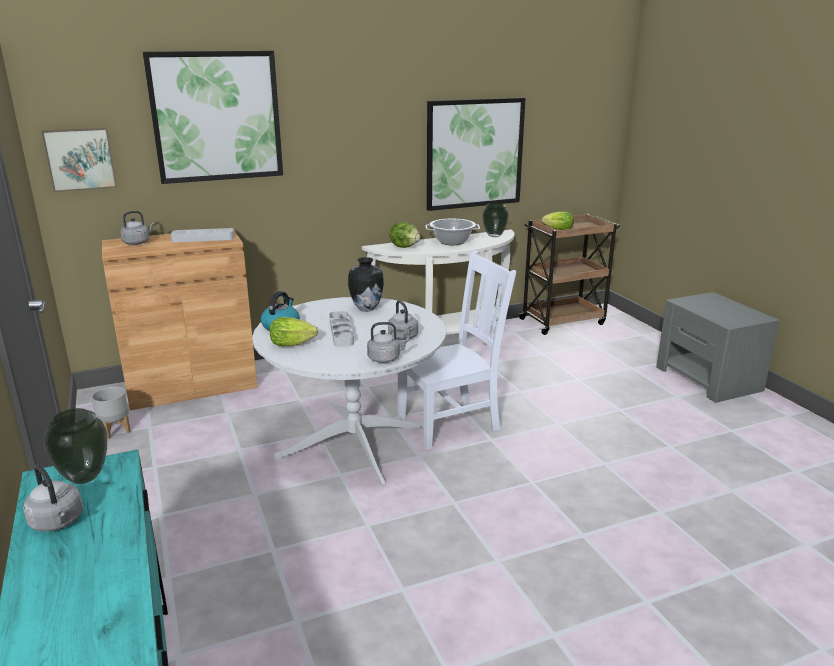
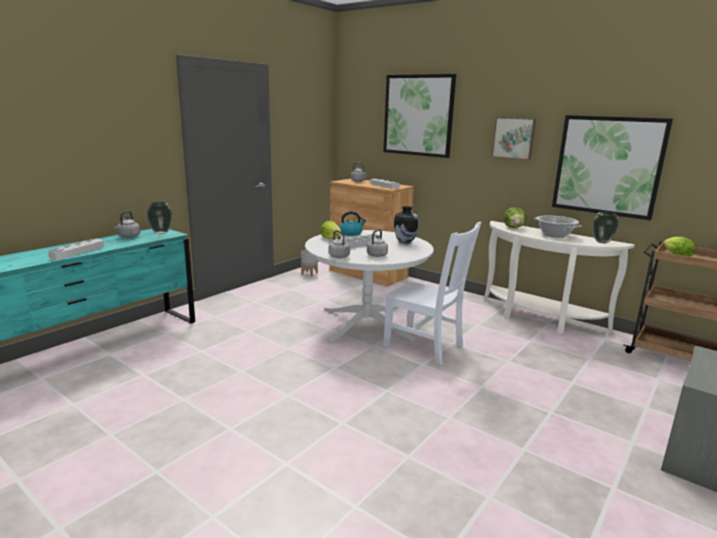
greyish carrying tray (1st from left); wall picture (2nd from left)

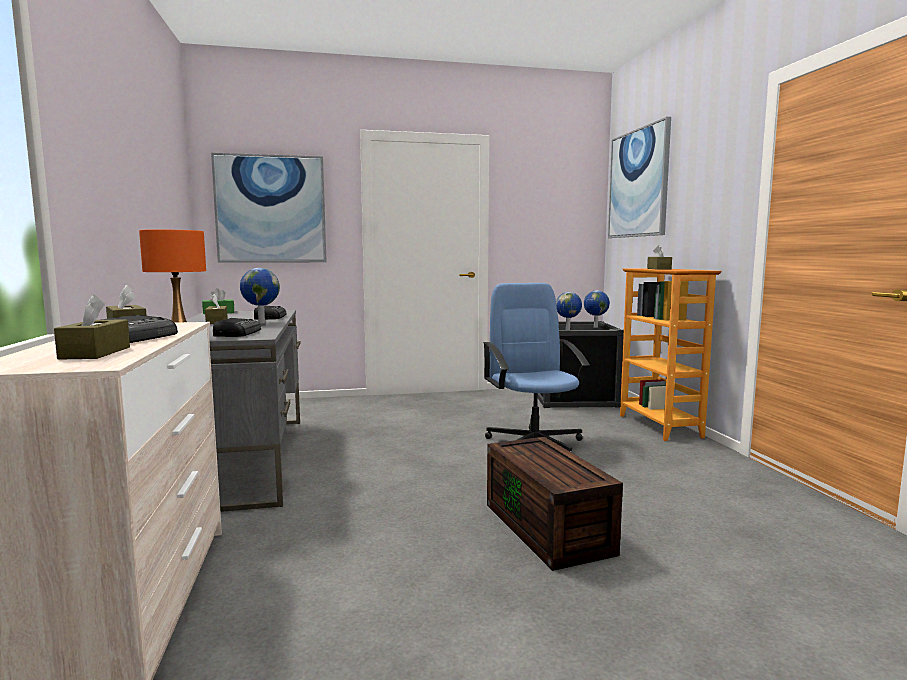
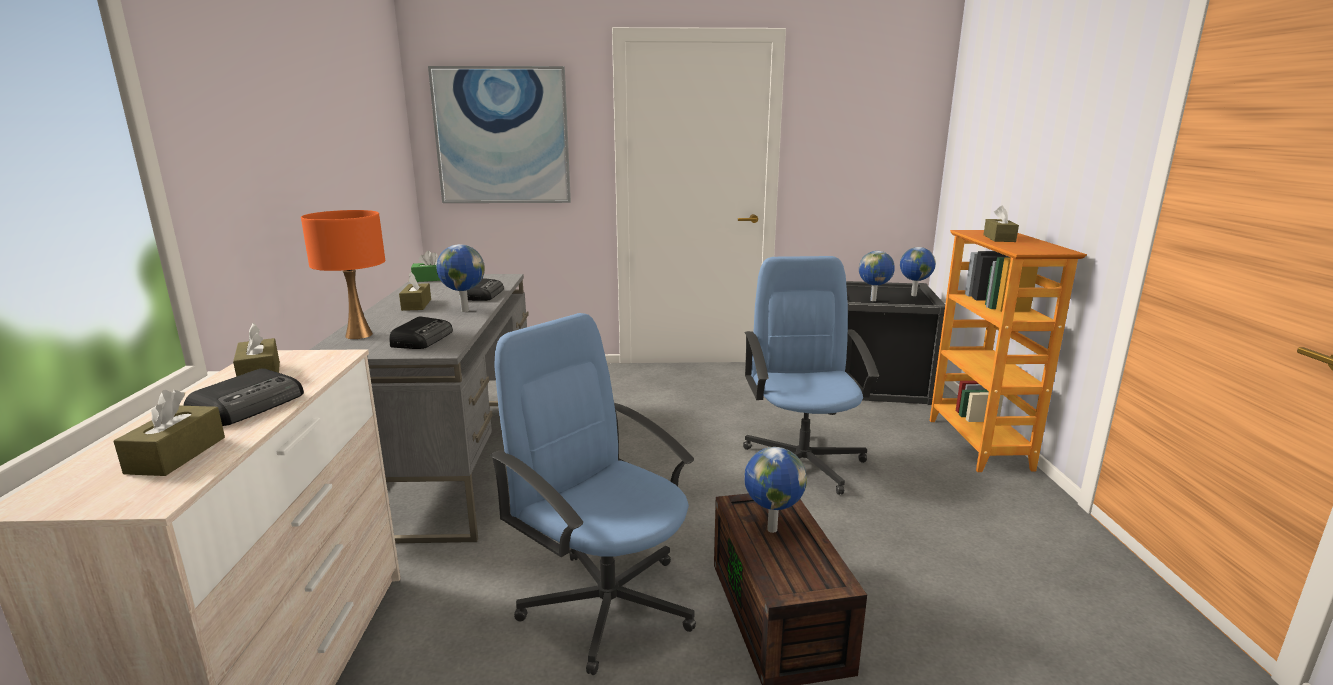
blue office chair (1st from left); globe (2nd from left); wall picture (2nd from left in the first image)

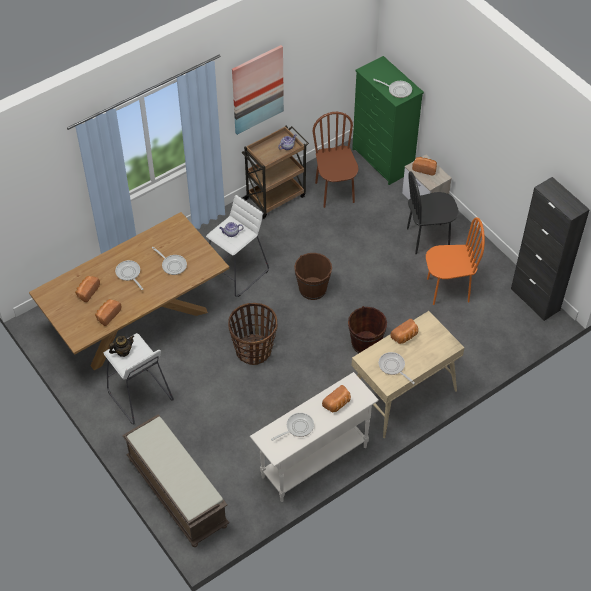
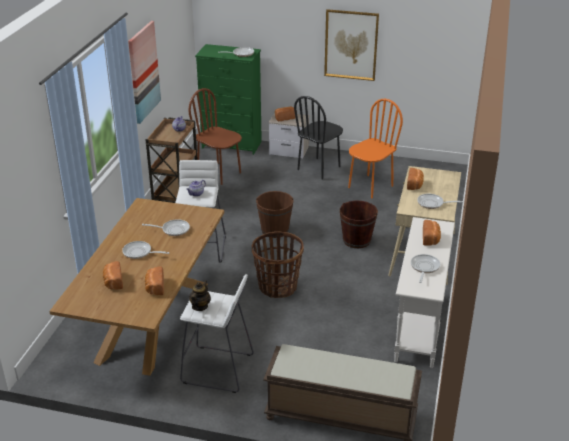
wall picture (2nd from left); blackish storage cabinet

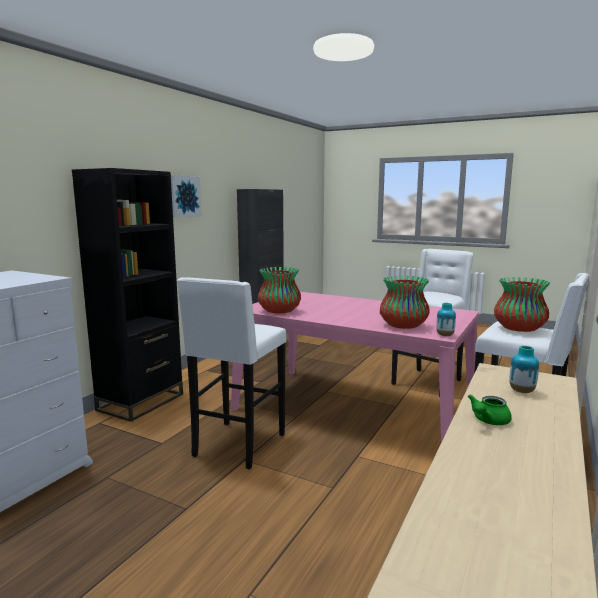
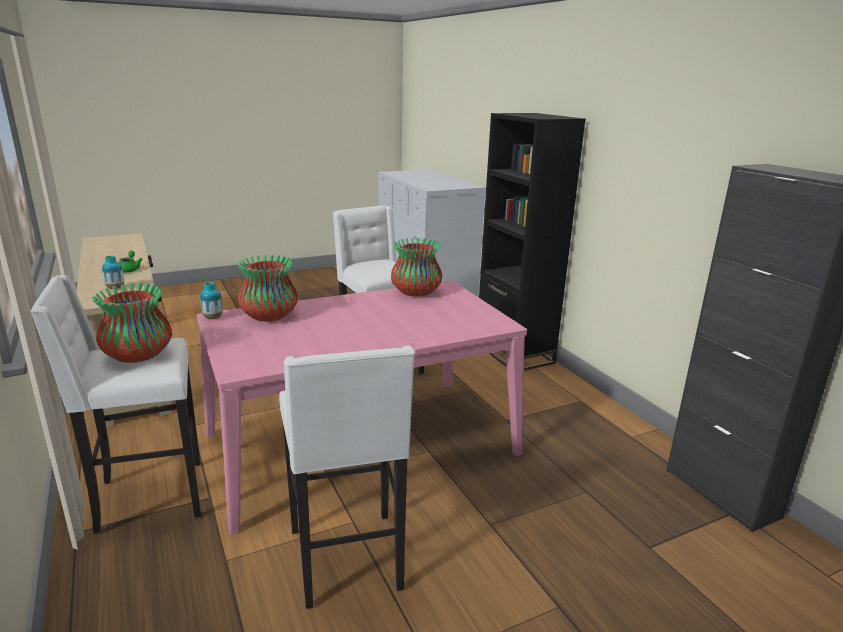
wall picture

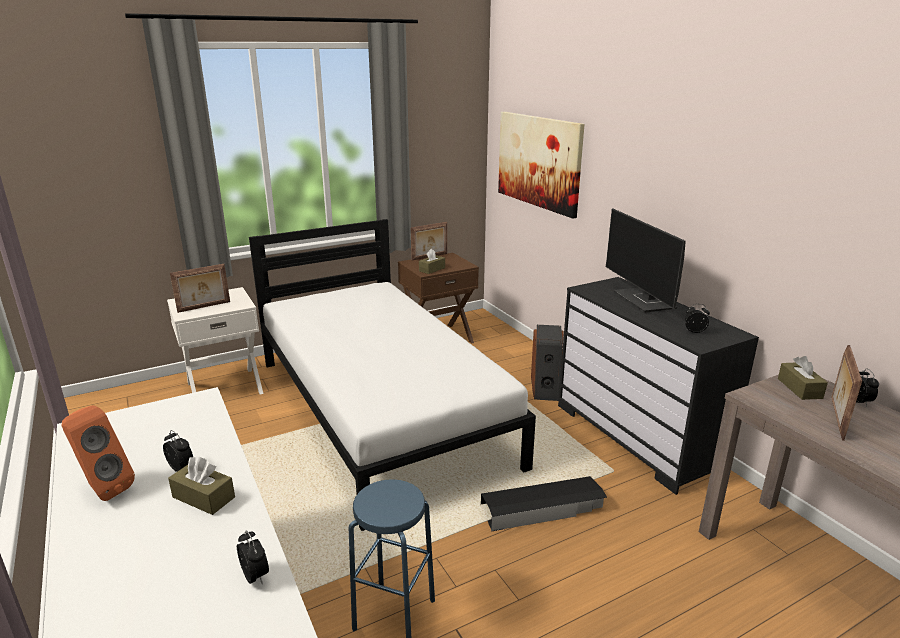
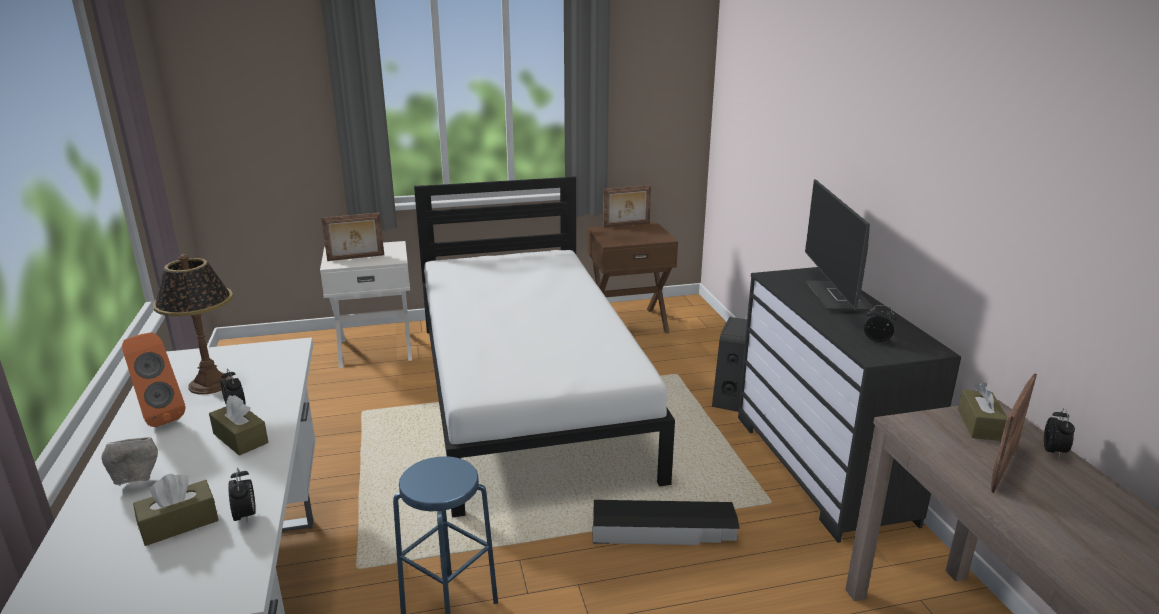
greyish bowl; brown box of tissues (1st from left); tabletop lamp; wall picture

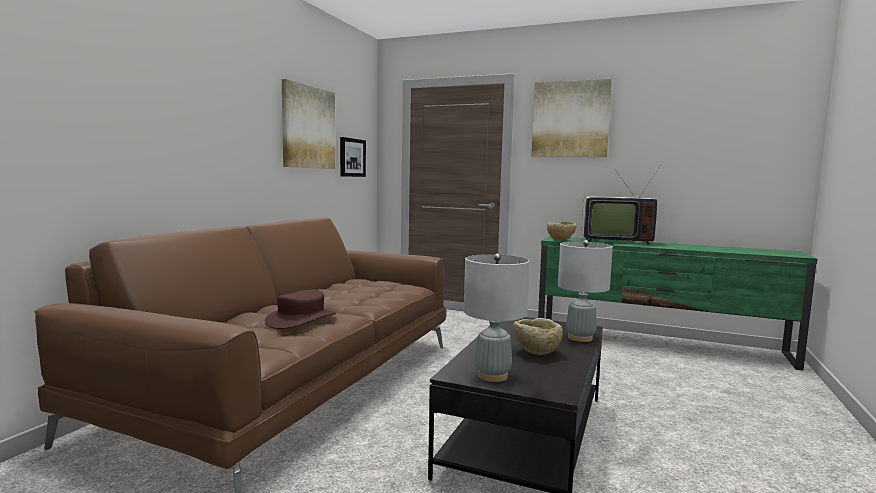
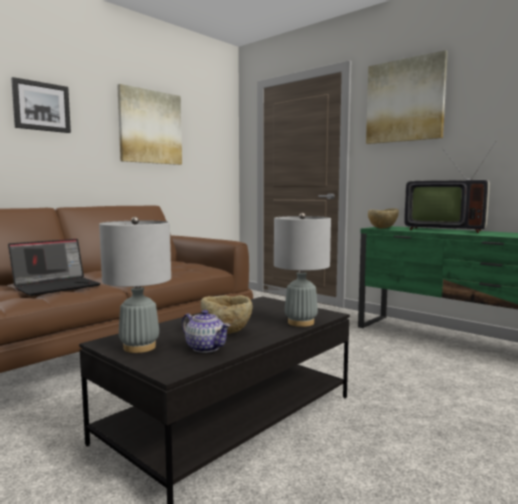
laptop; wall picture (1st from left); tea pot

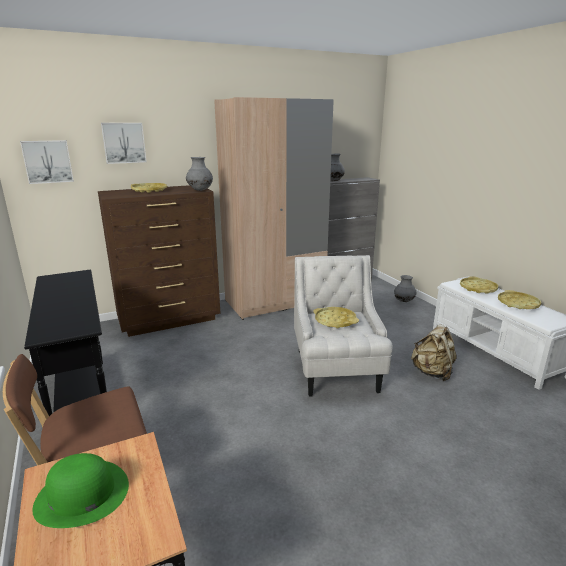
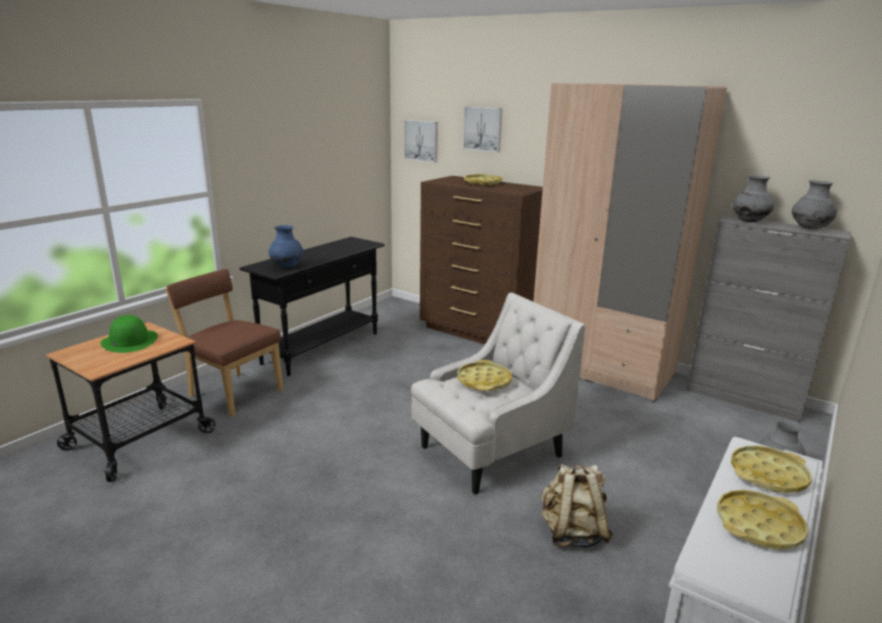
blue flower vase; greyish flower vase (3rd from left)

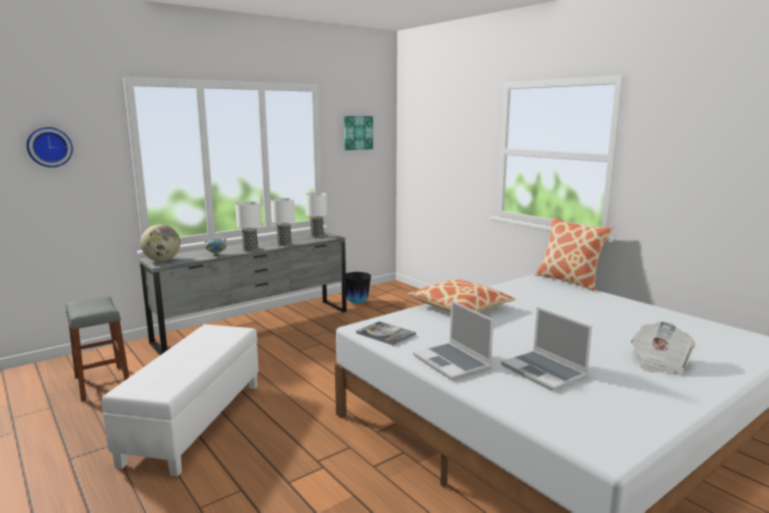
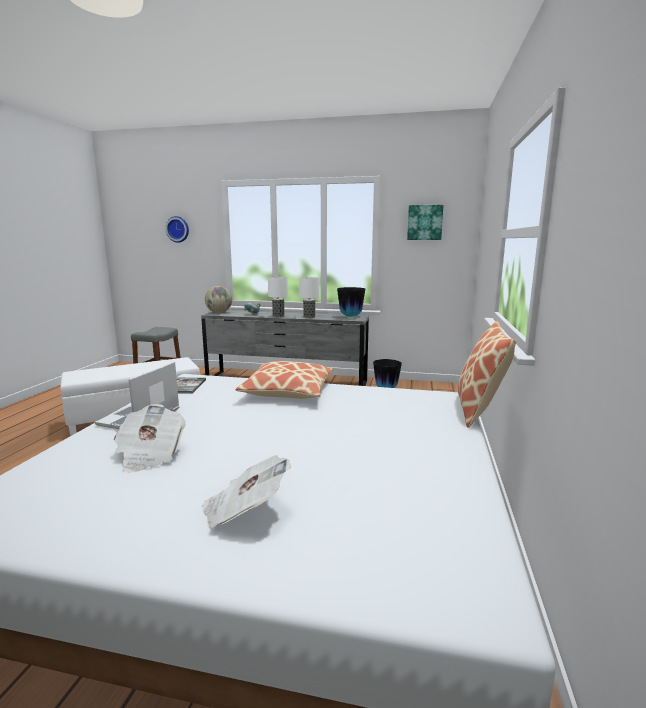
daily paper (1st from left); flower vase (1st from left)

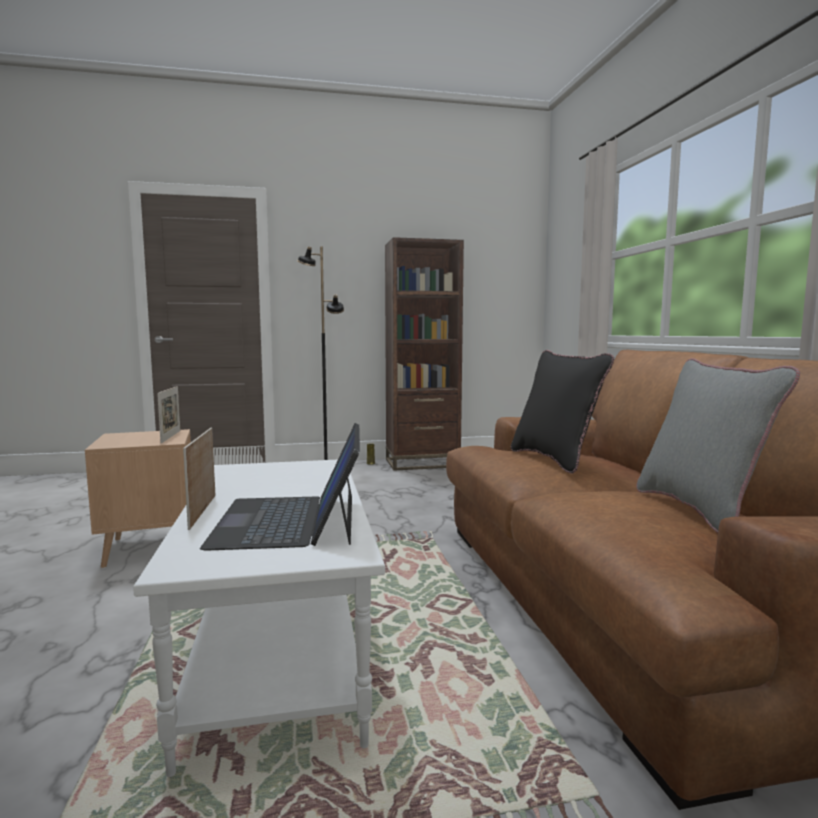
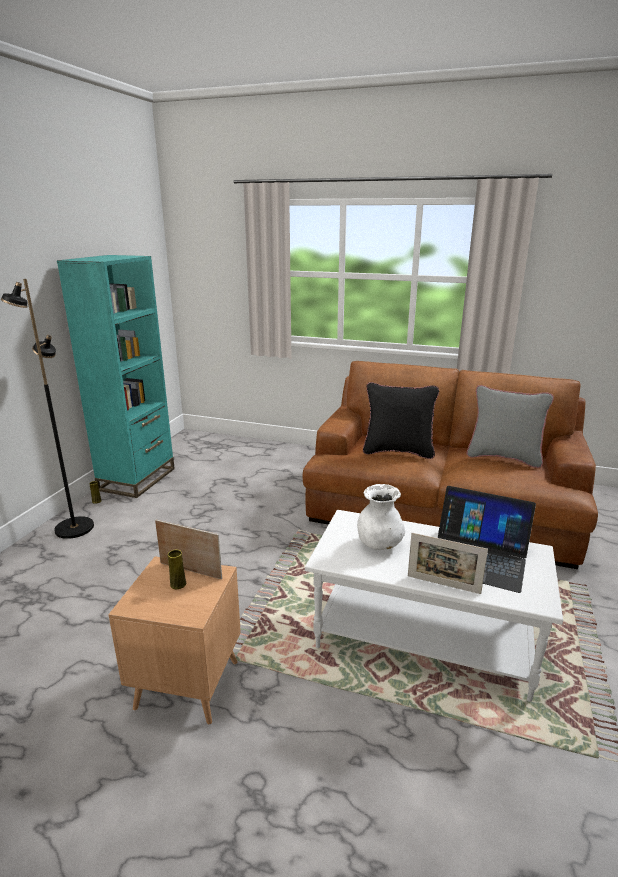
turquoise shelving unit; yellowish flower vase (2nd from left); white-coloured flower vase

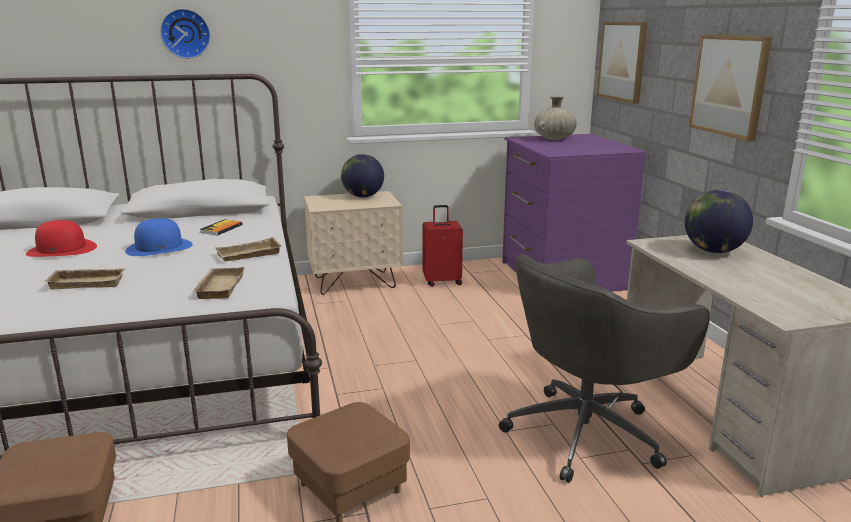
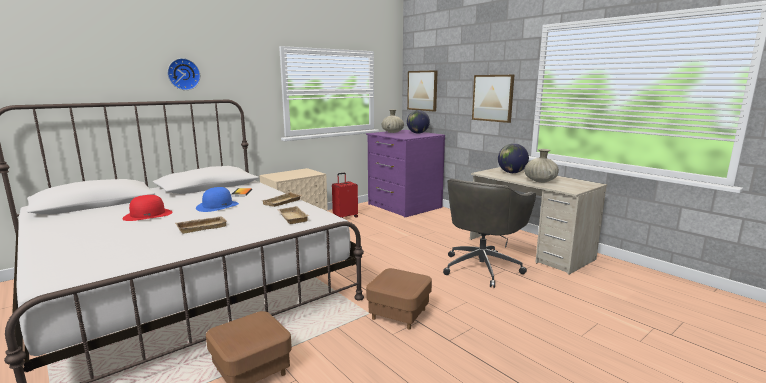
globe (1st from left); sand-coloured flower vase (2nd from left)

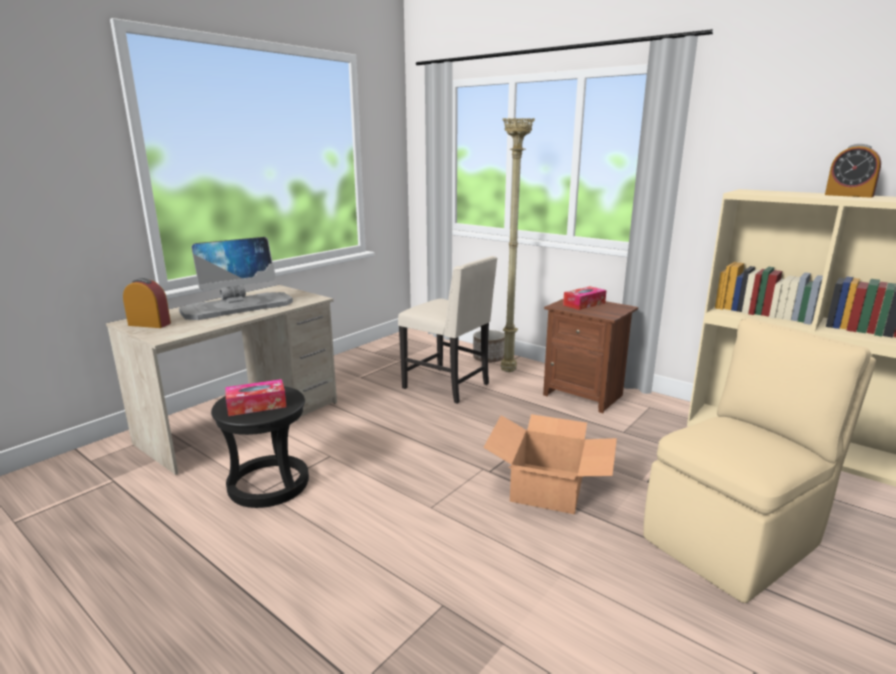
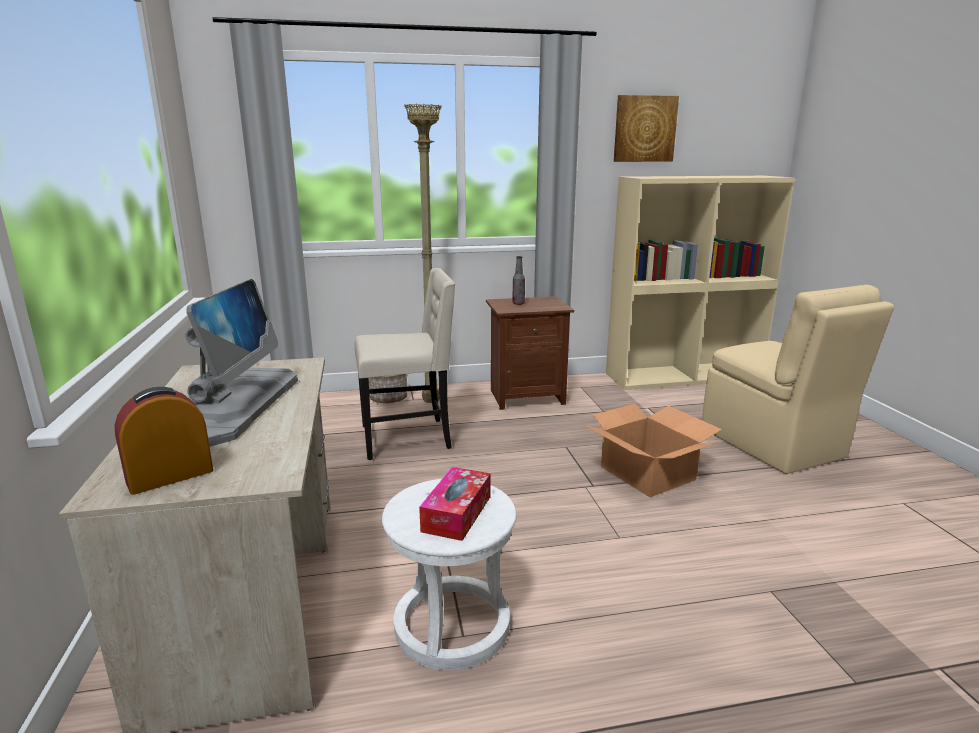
white-coloured sitting stool; bottle; wall picture; sand-coloured chair (2nd from left); bedside clock (2nd from left in the first image)

